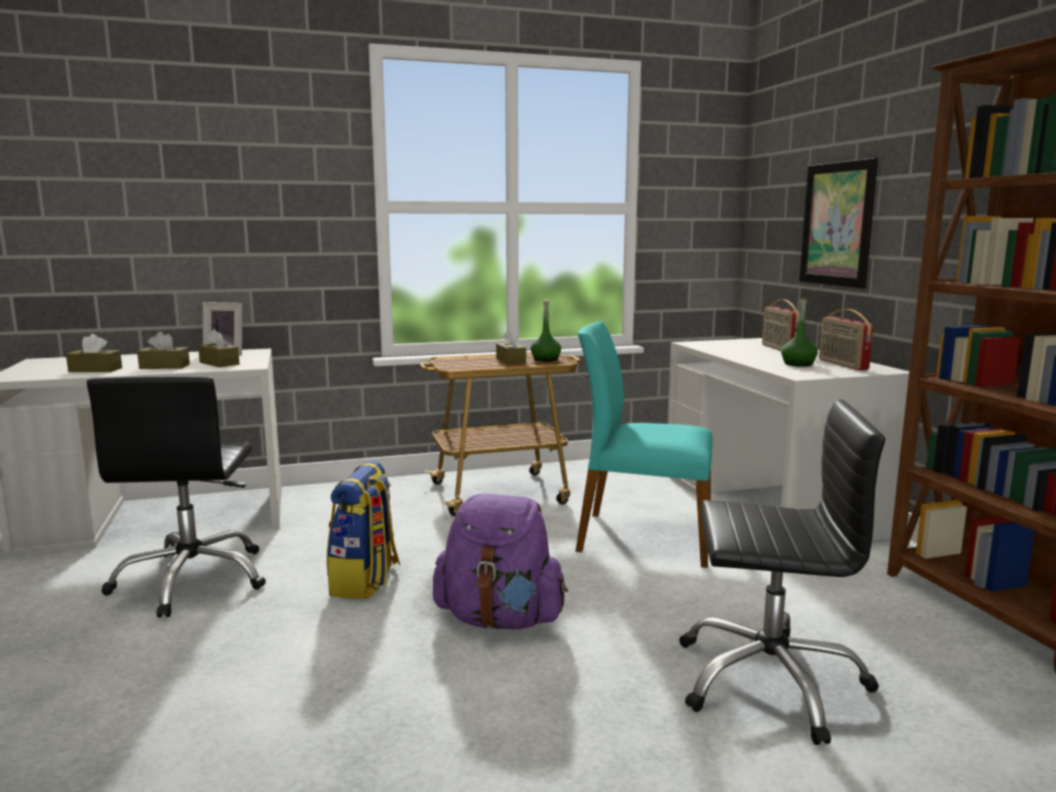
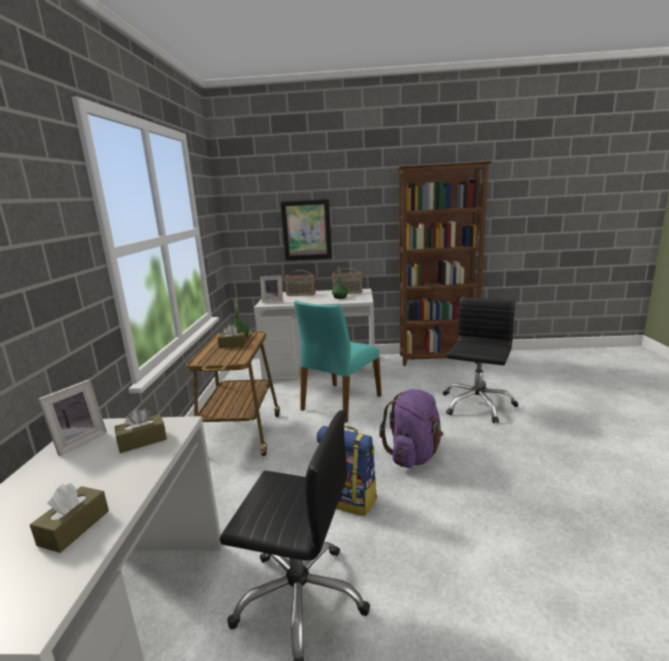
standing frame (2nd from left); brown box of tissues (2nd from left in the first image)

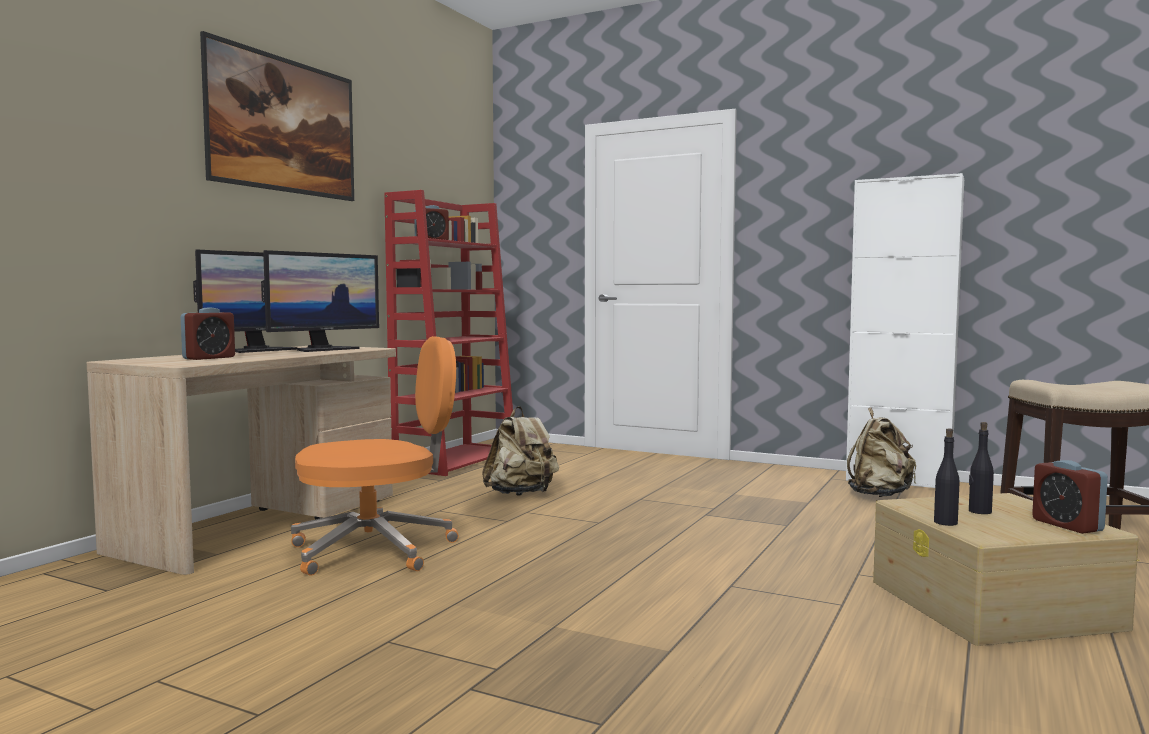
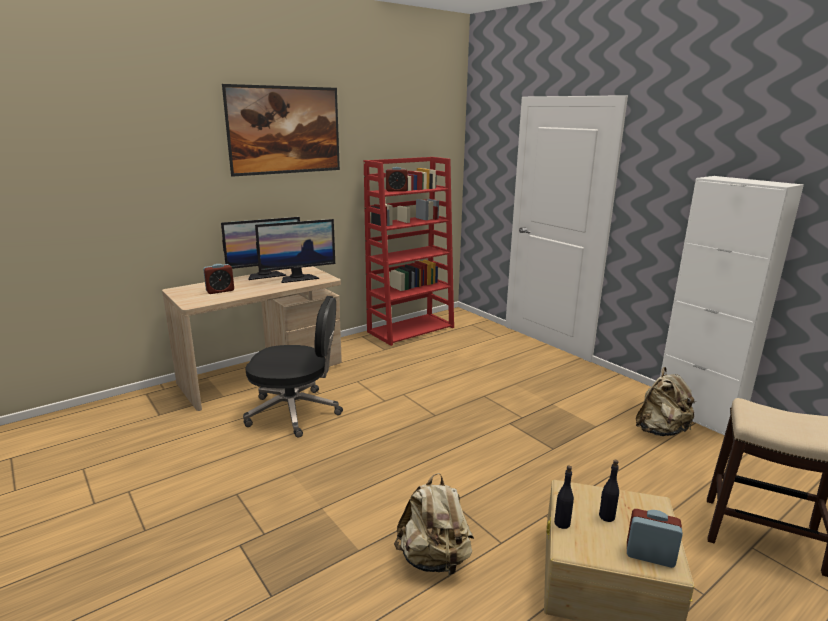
blackish office chair; sand-coloured backpack (1st from left); bedside clock (3rd from left)

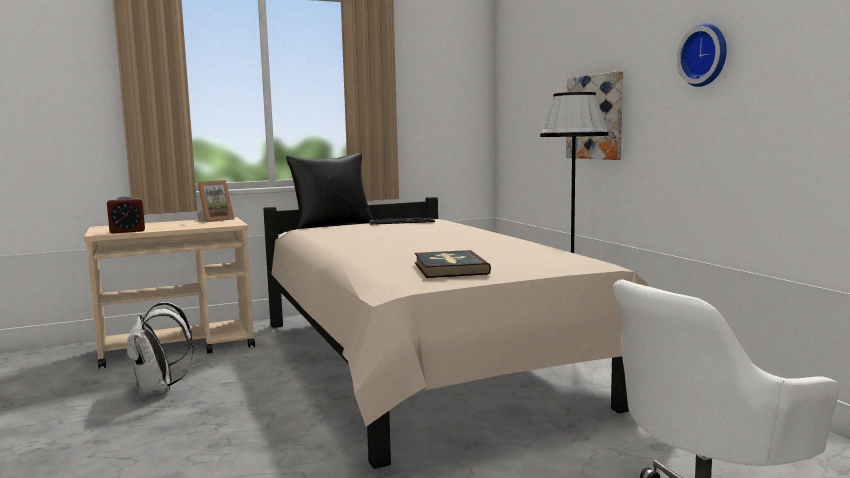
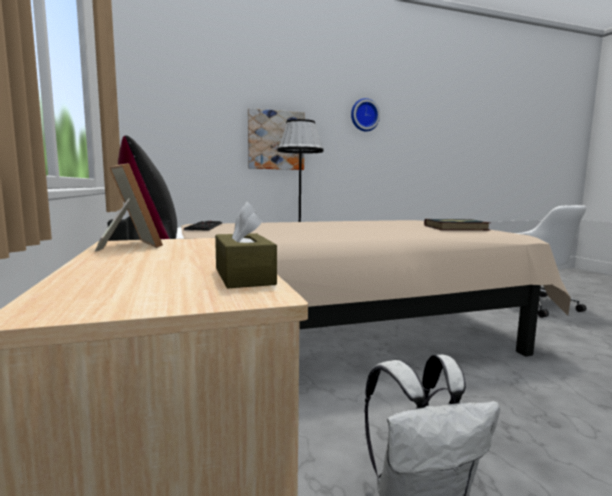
brown box of tissues

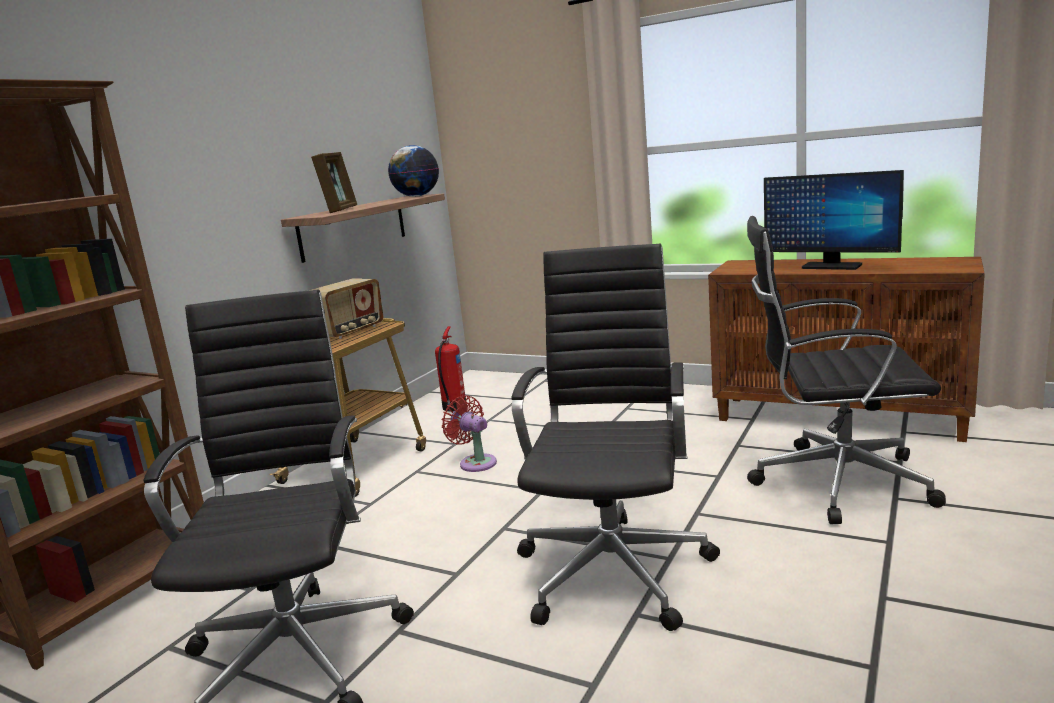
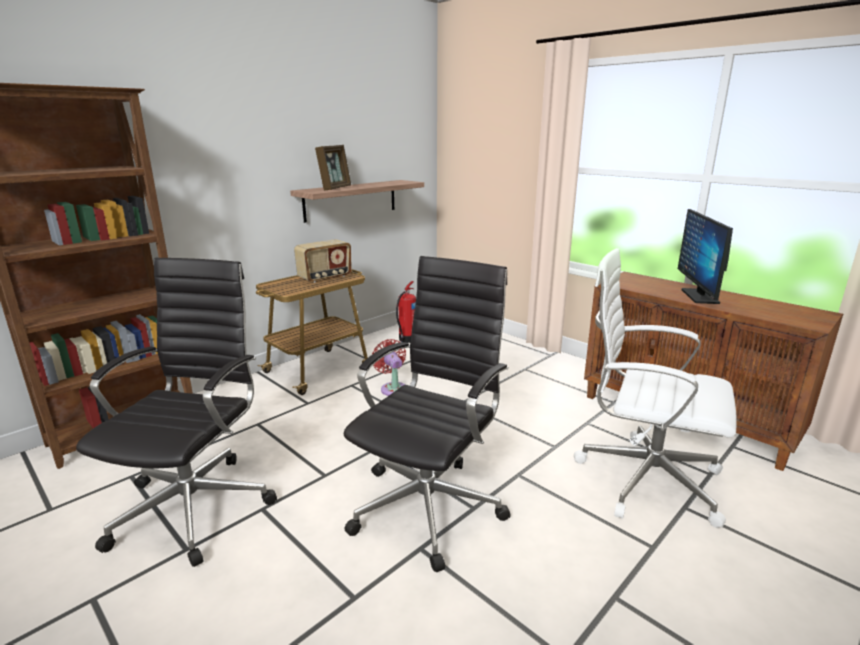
white-coloured office chair; monitor; globe

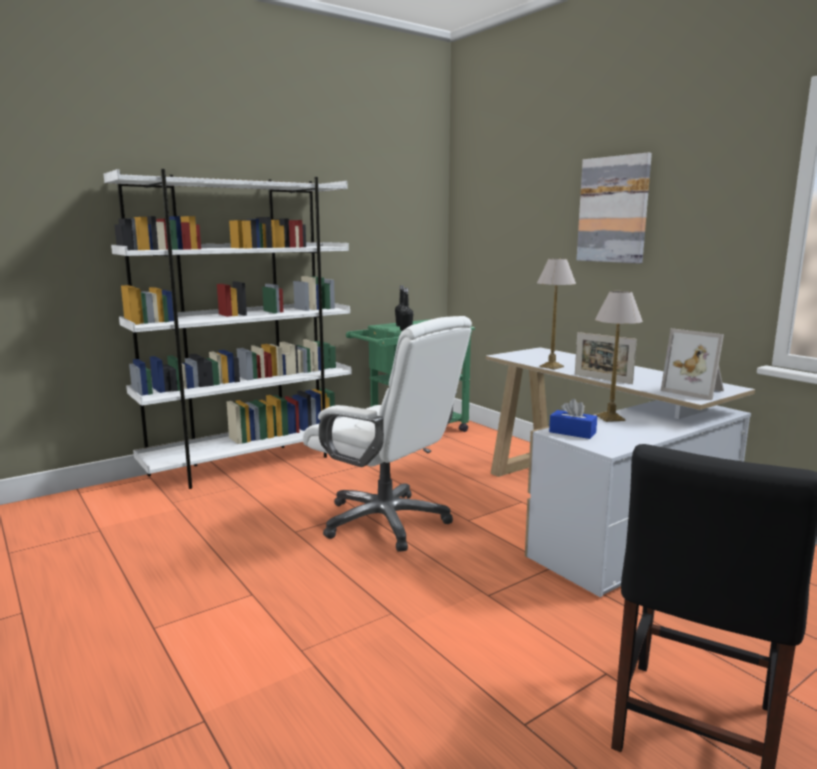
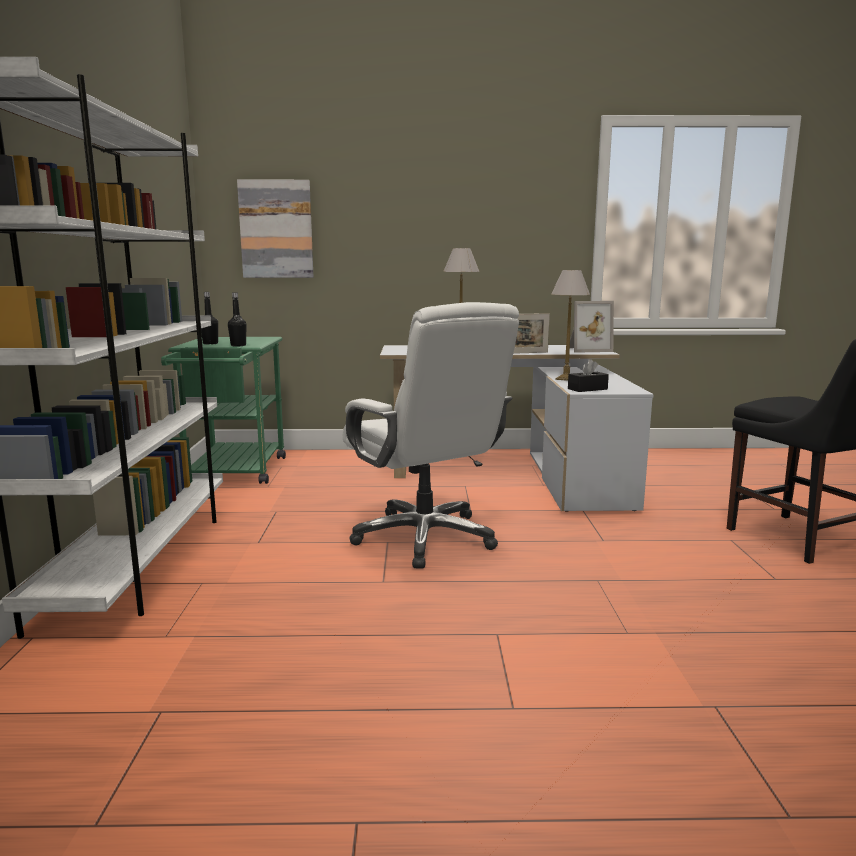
wall picture; white-coloured office chair; blackish box of tissues

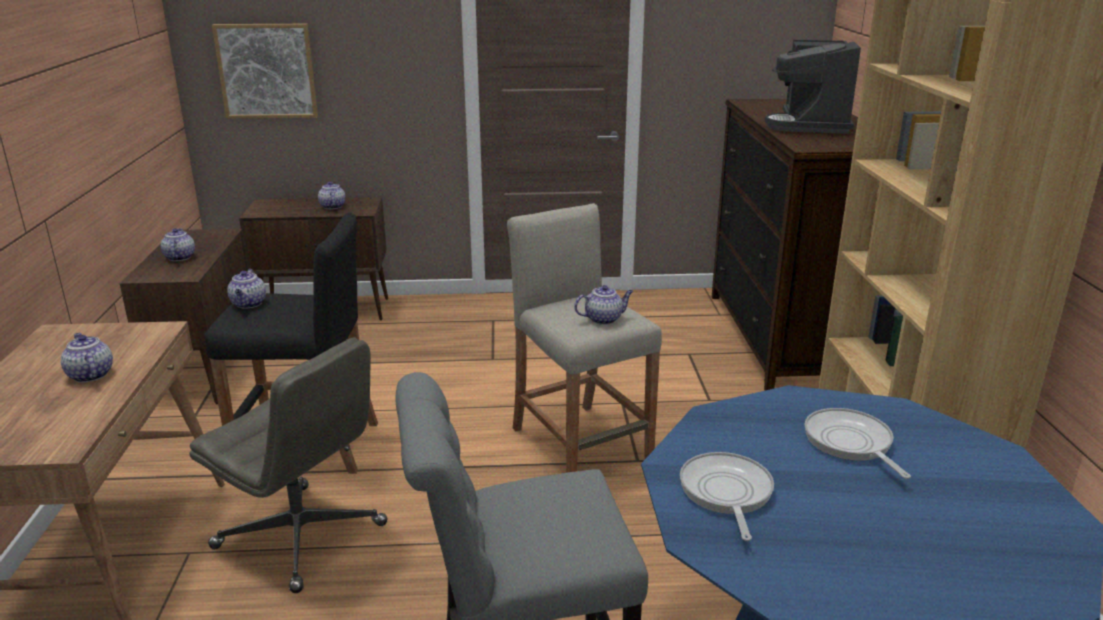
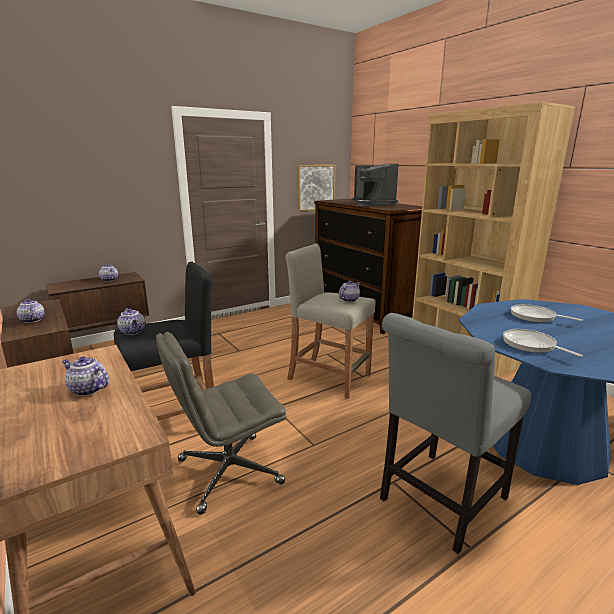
greyish office chair; wall picture

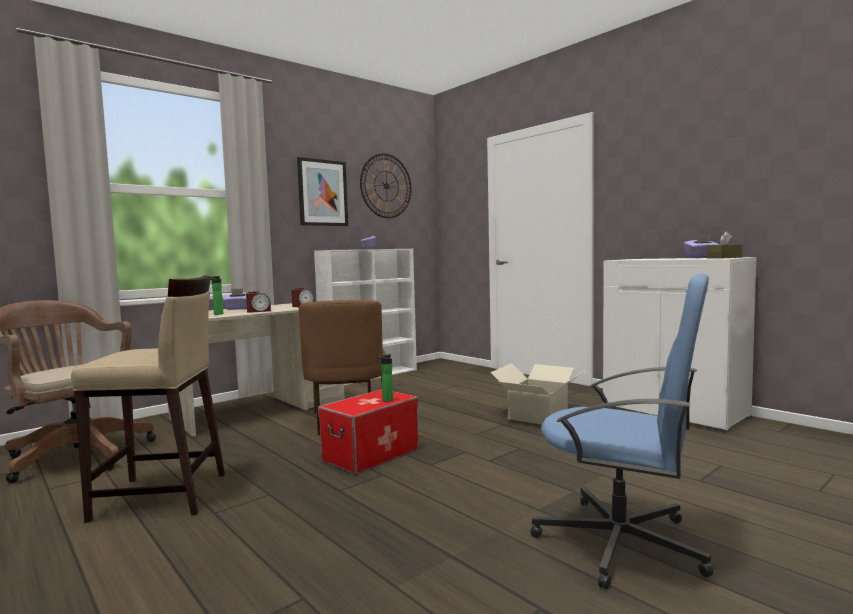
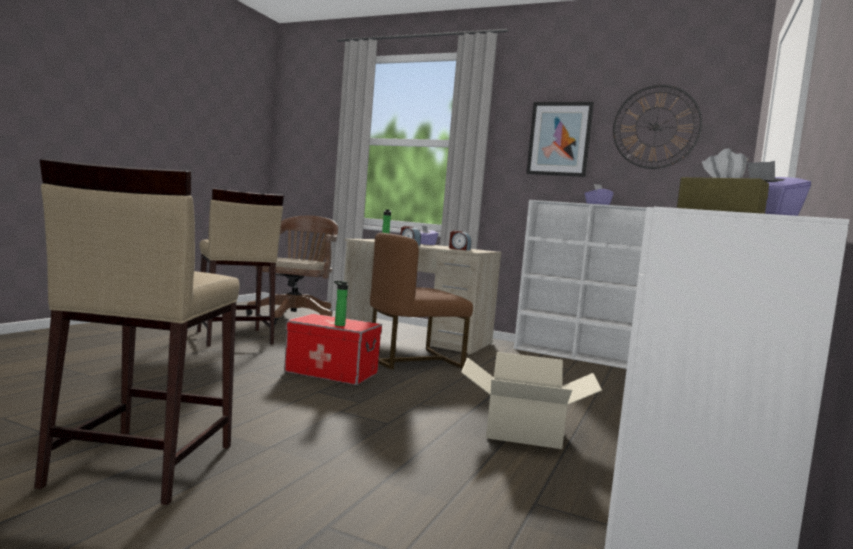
sand-coloured sitting stool (1st from left)

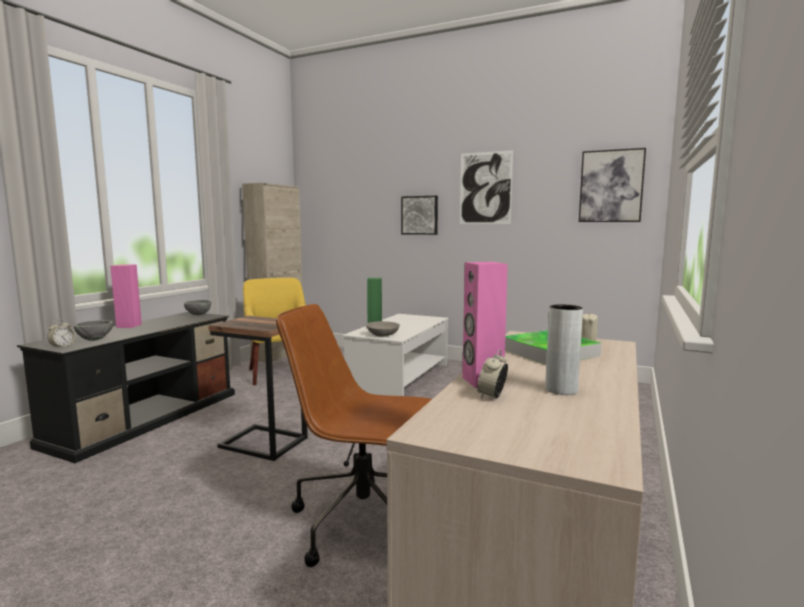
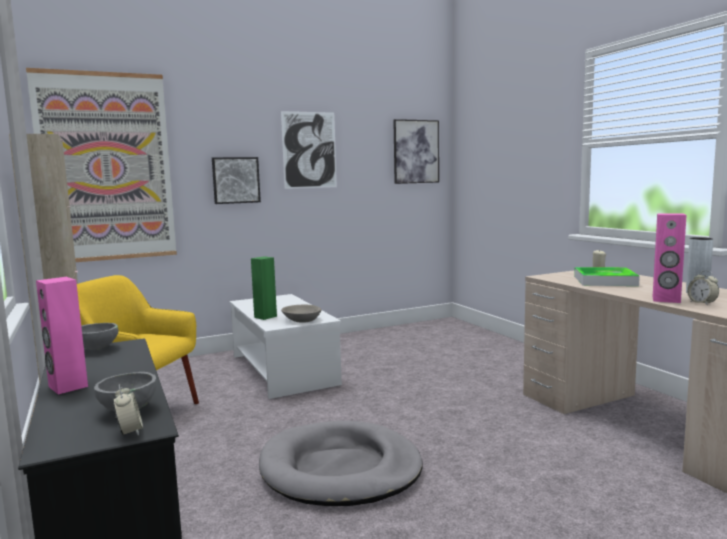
wall picture (1st from left); greyish pet bed; brown office chair

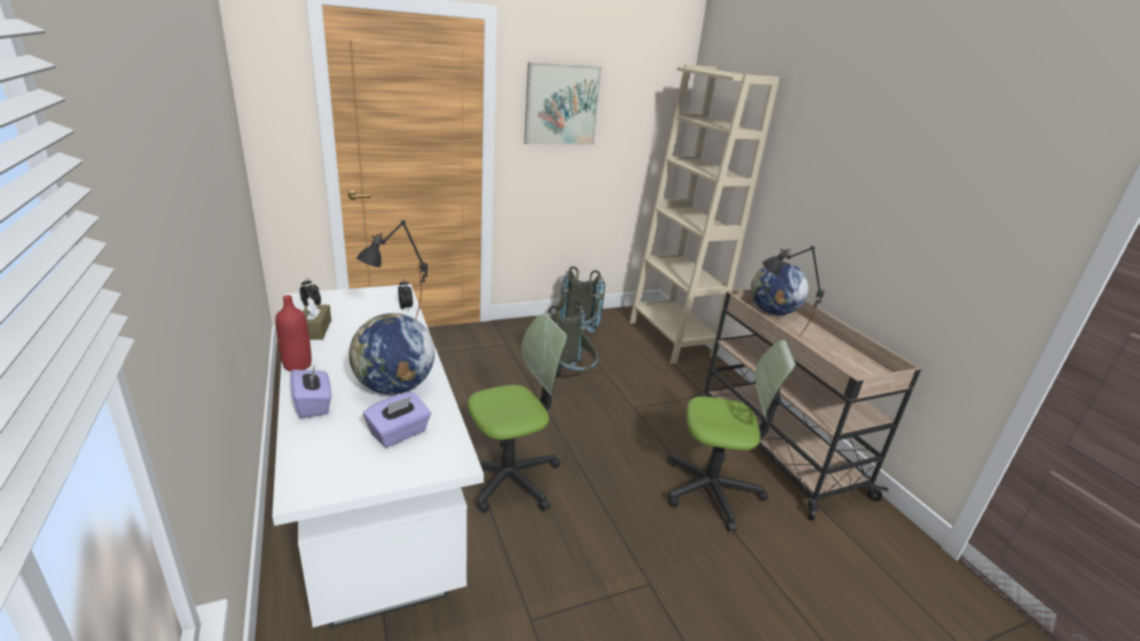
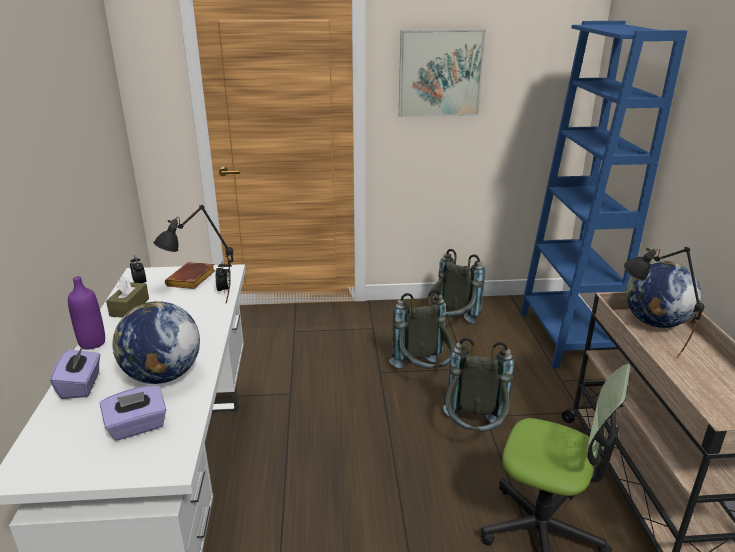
purple-coloured bottle; brown bound book; greyish backpack (3rd from left); blue shelving unit; office chair (1st from left in the first image)

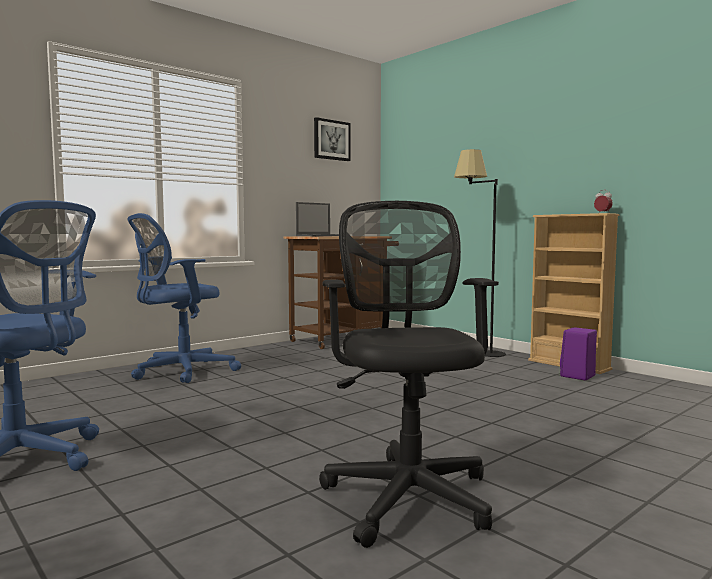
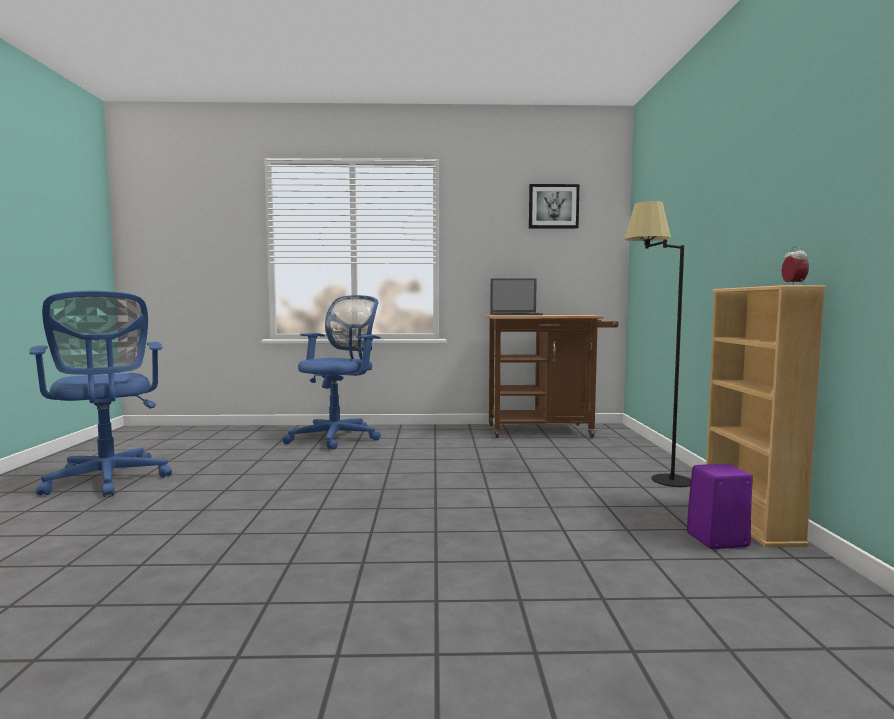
blue office chair (2nd from left); blackish office chair

